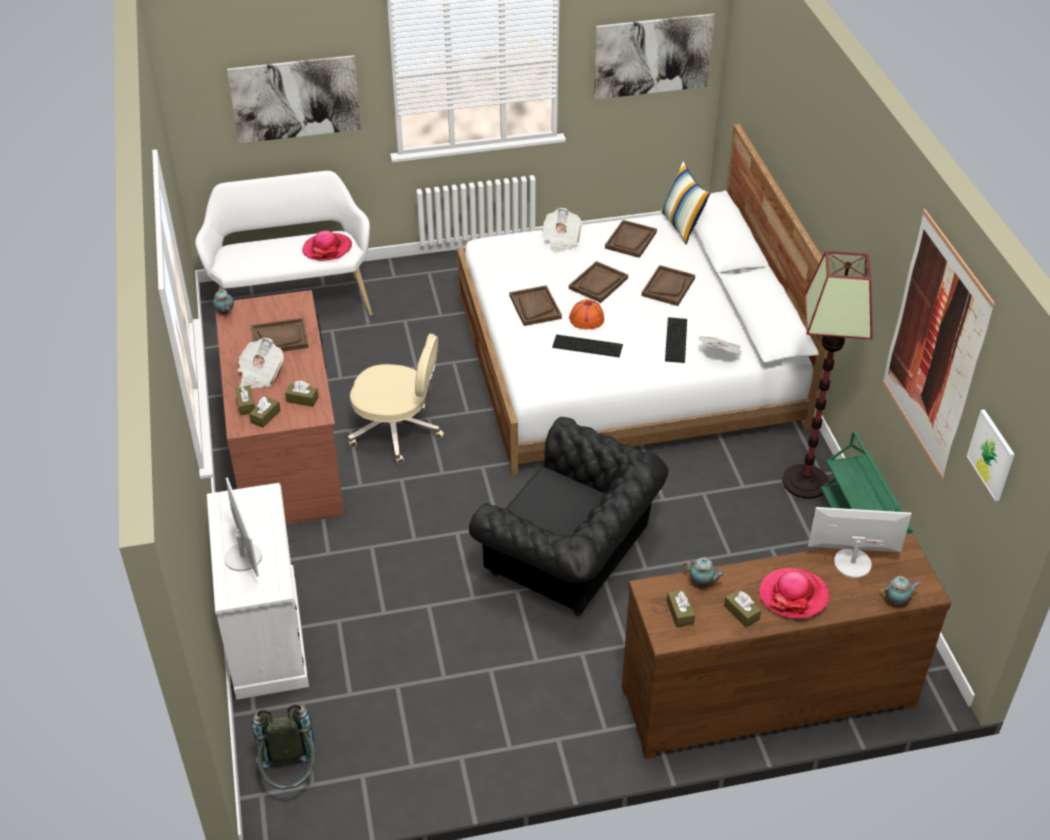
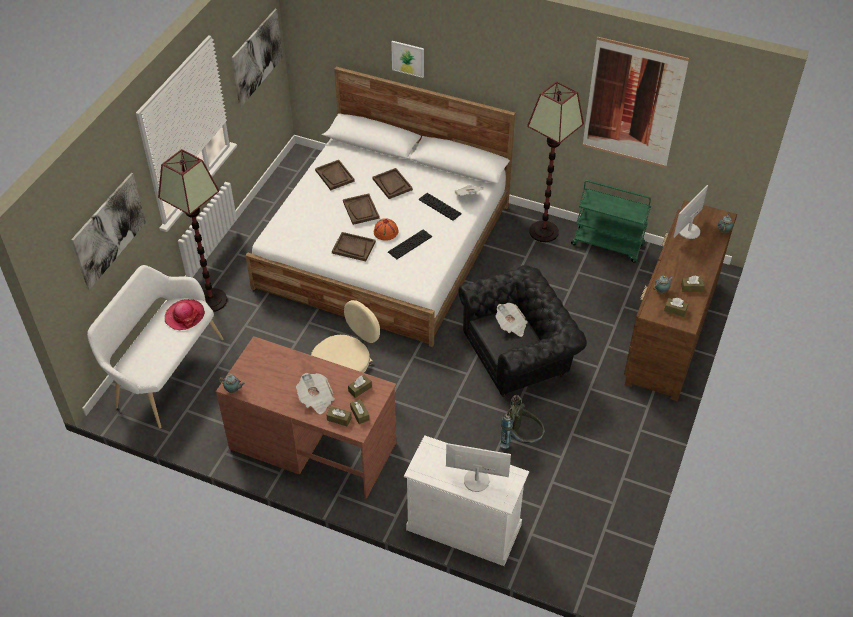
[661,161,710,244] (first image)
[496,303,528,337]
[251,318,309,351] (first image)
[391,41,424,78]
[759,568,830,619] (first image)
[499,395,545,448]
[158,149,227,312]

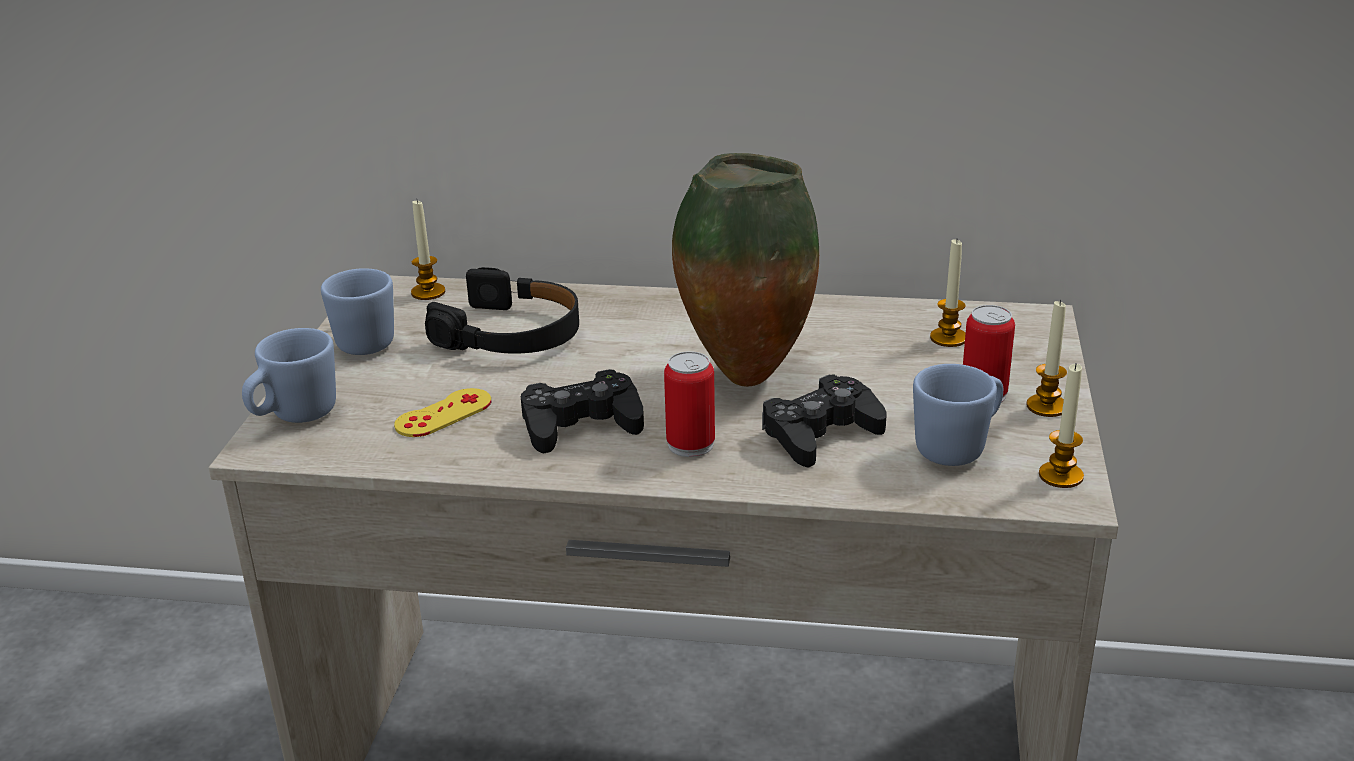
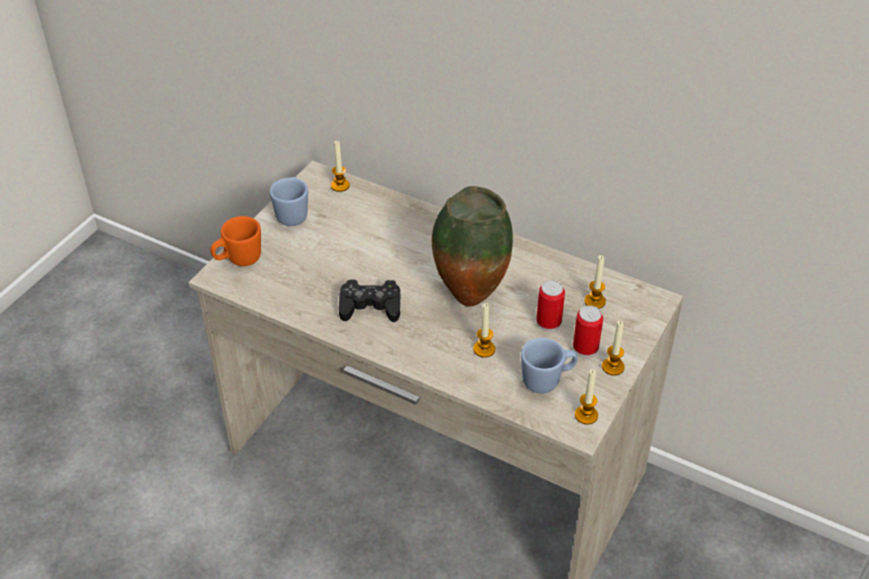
[425,267,579,354] (first image)
[210,216,261,266]
[536,280,565,331]
[473,303,495,358]
[394,388,492,437] (first image)

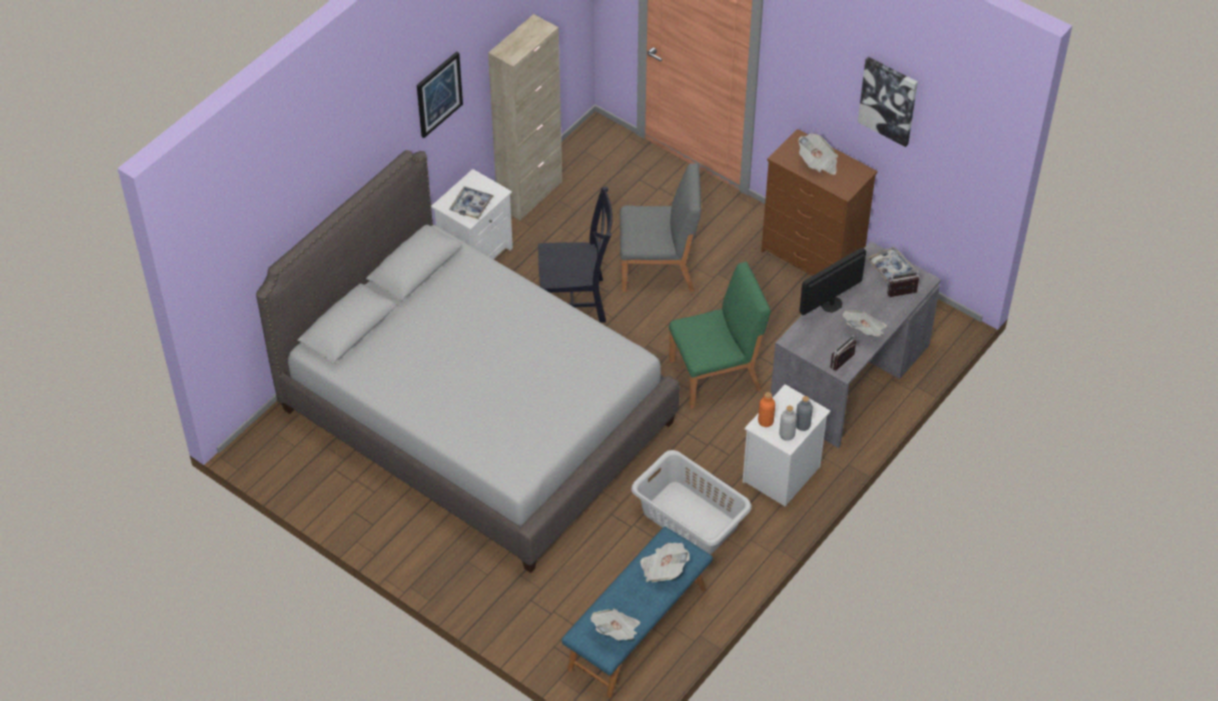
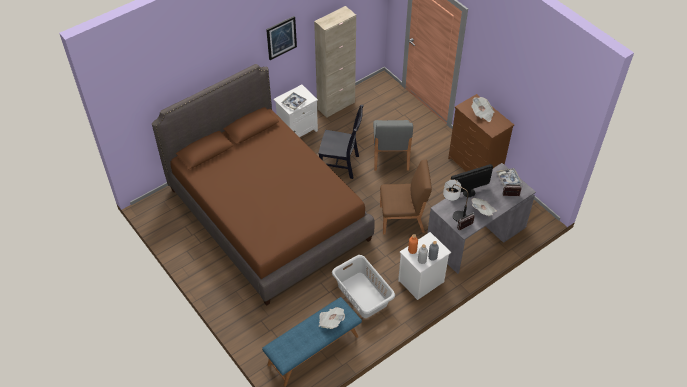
[858,57,918,147] (first image)
[152,64,375,306]
[373,120,413,171]
[380,160,432,235]
[591,609,640,640] (first image)
[443,179,468,222]

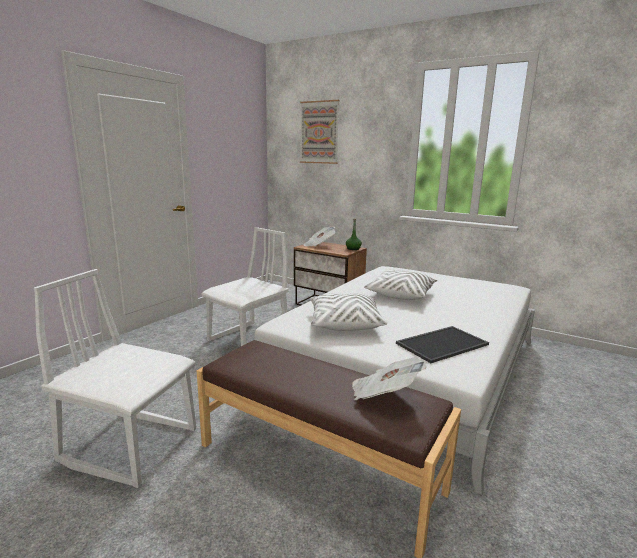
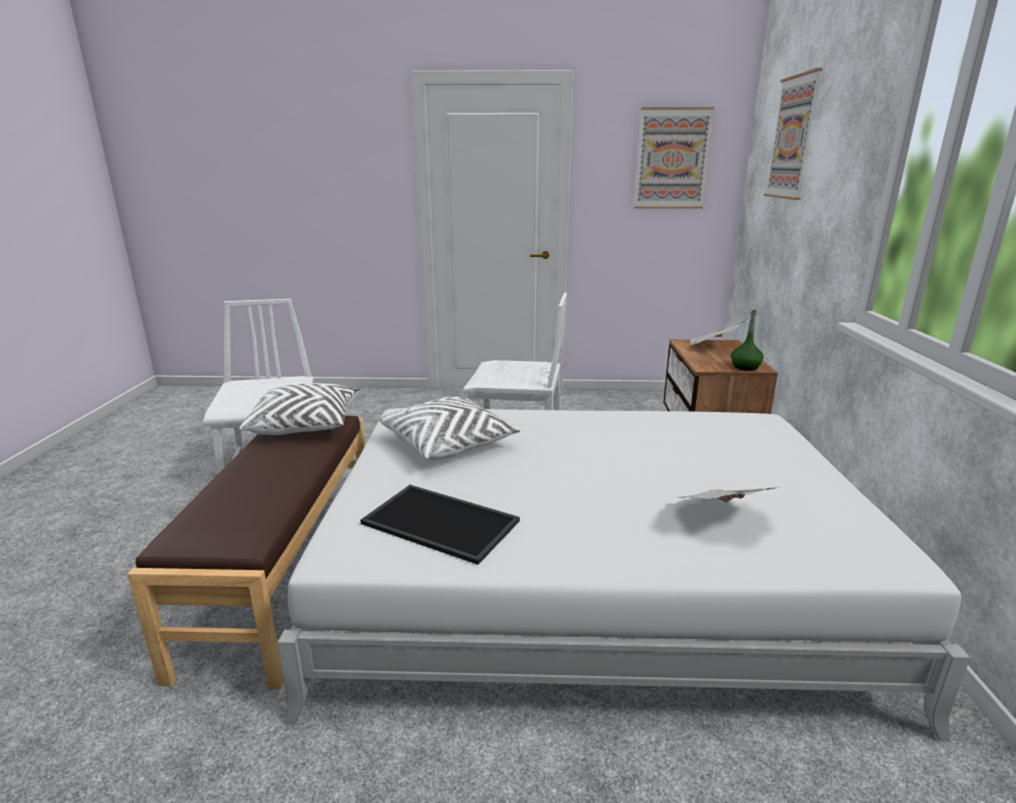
[239,383,360,435]
[674,488,775,502]
[634,107,714,209]

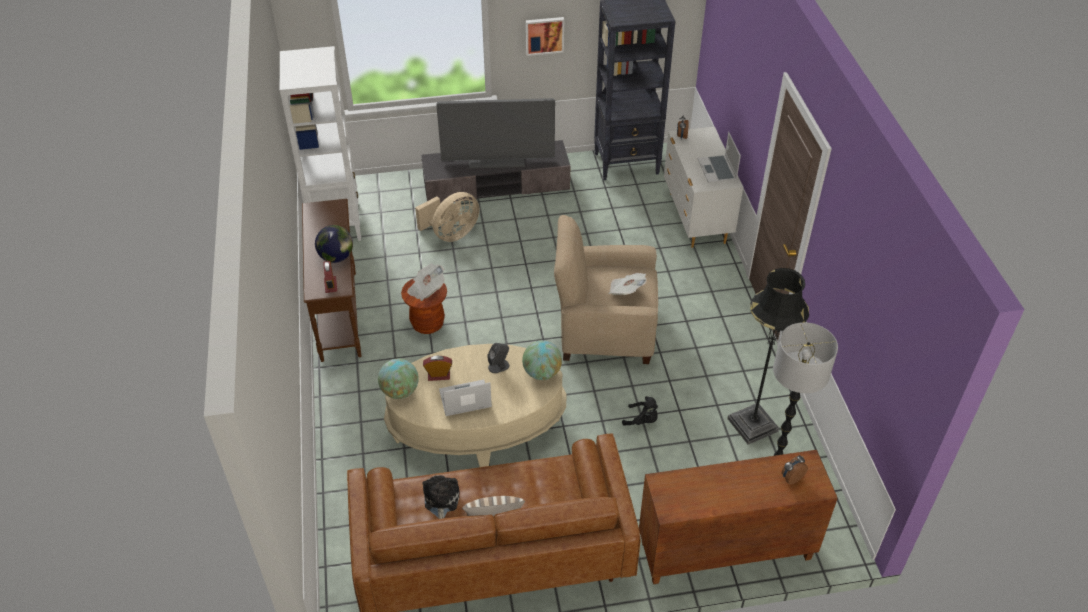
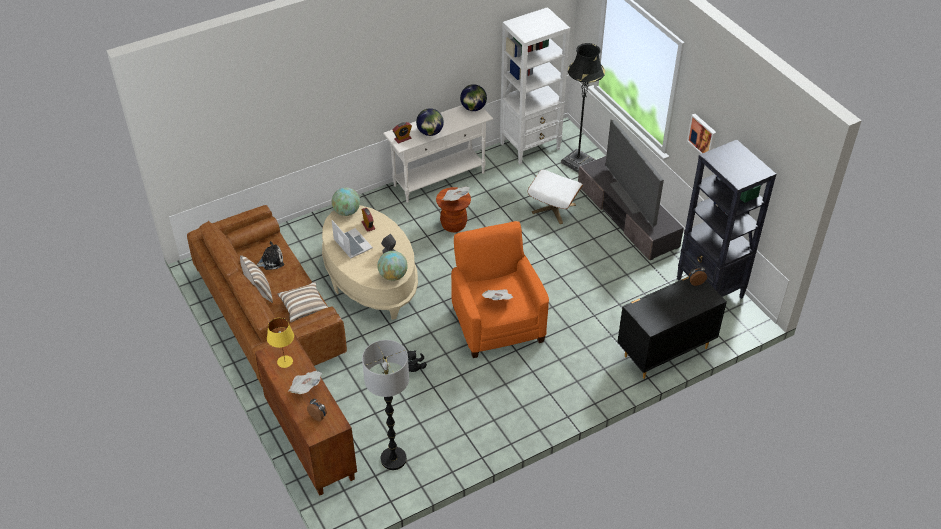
[617,276,727,379]
[698,132,741,183] (first image)
[527,169,583,224]
[383,105,493,203]
[451,221,549,358]
[561,43,605,173]
[460,84,487,111]
[277,282,328,322]
[267,318,294,368]
[288,371,322,394]

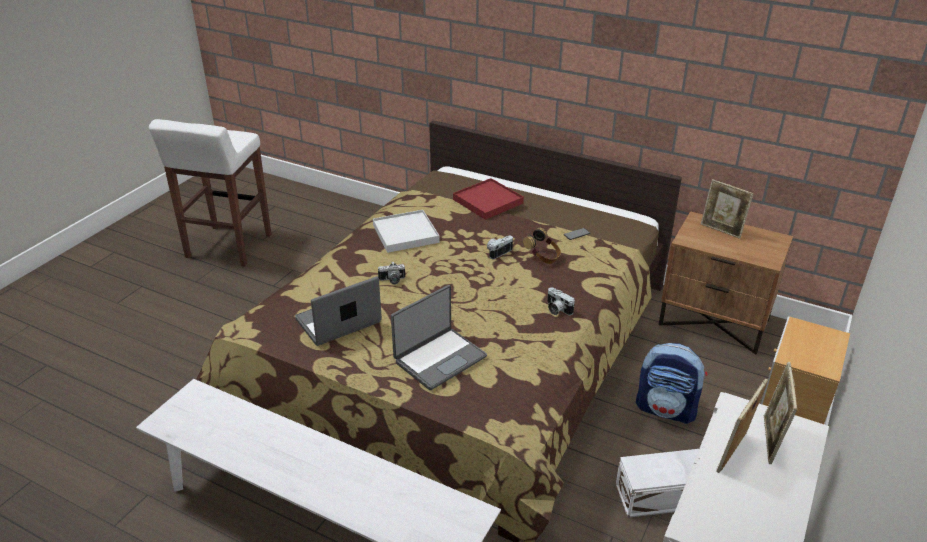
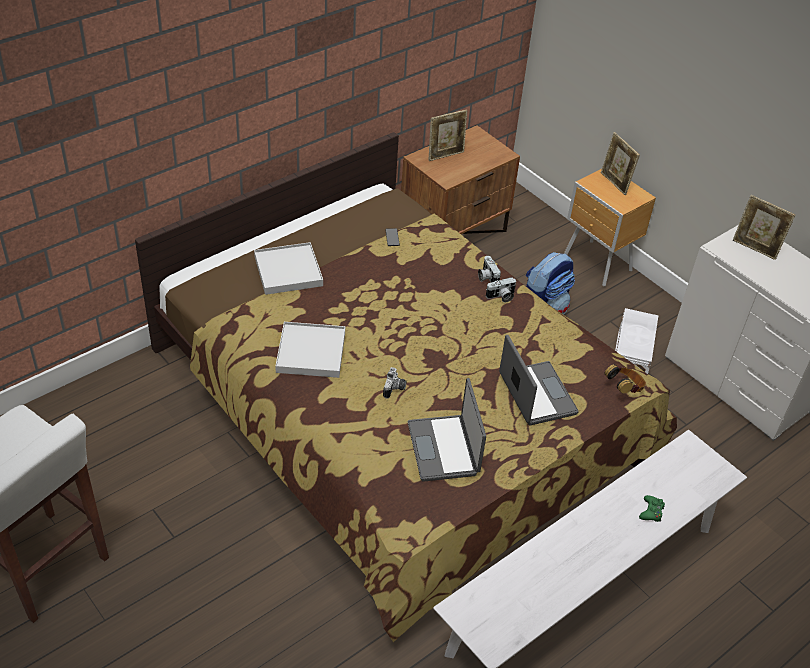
[254,242,323,295]
[604,364,646,394]
[478,256,501,282]
[601,132,640,195]
[639,495,665,522]

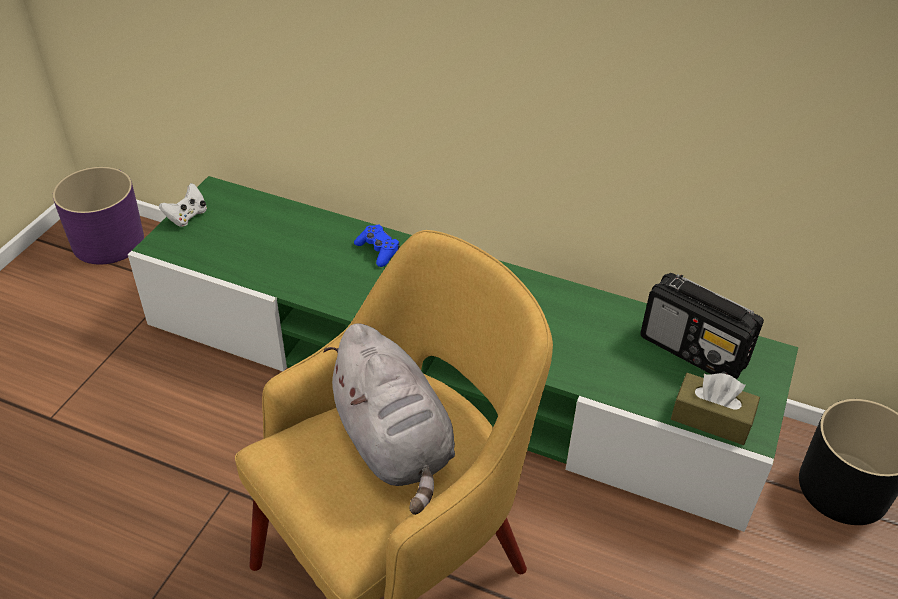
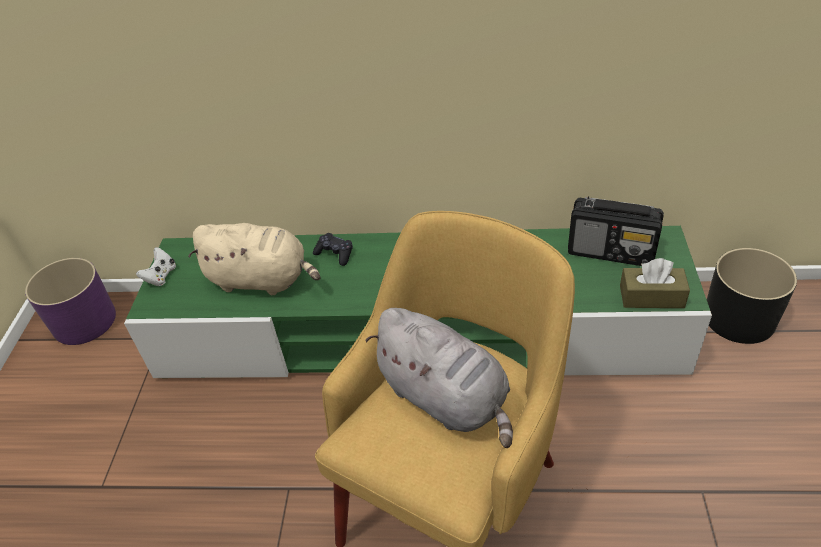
[313,233,353,266]
[188,223,320,295]

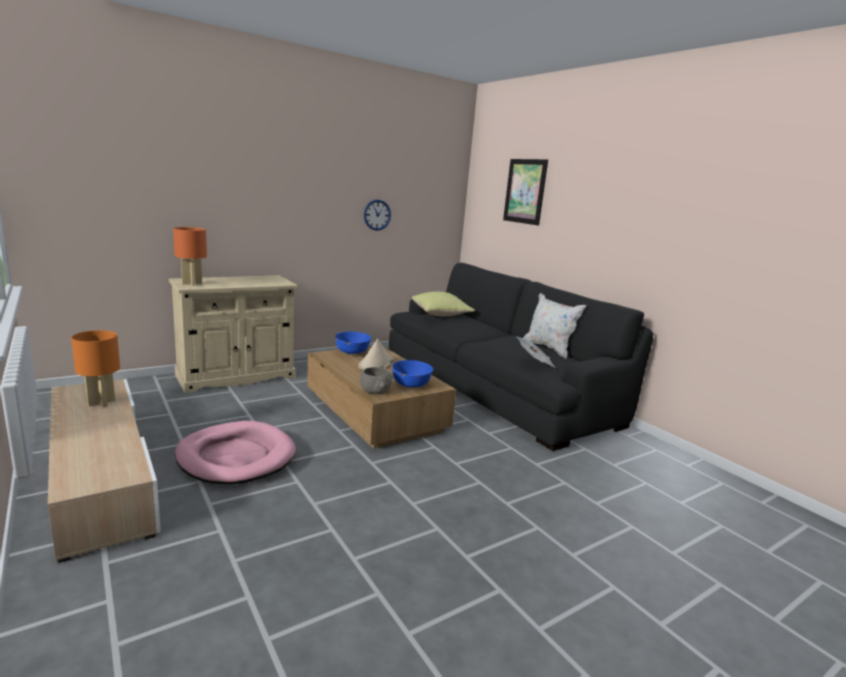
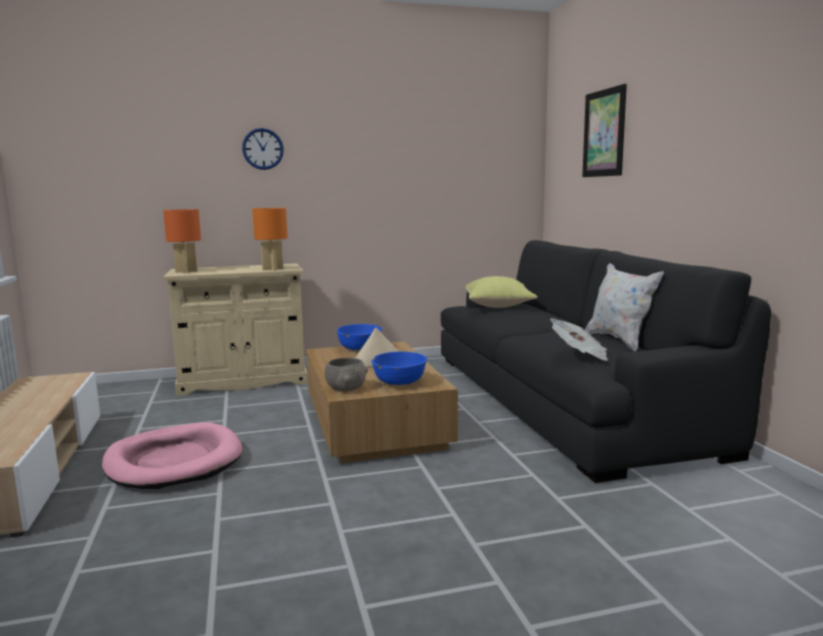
[242,128,284,170]
[252,208,288,271]

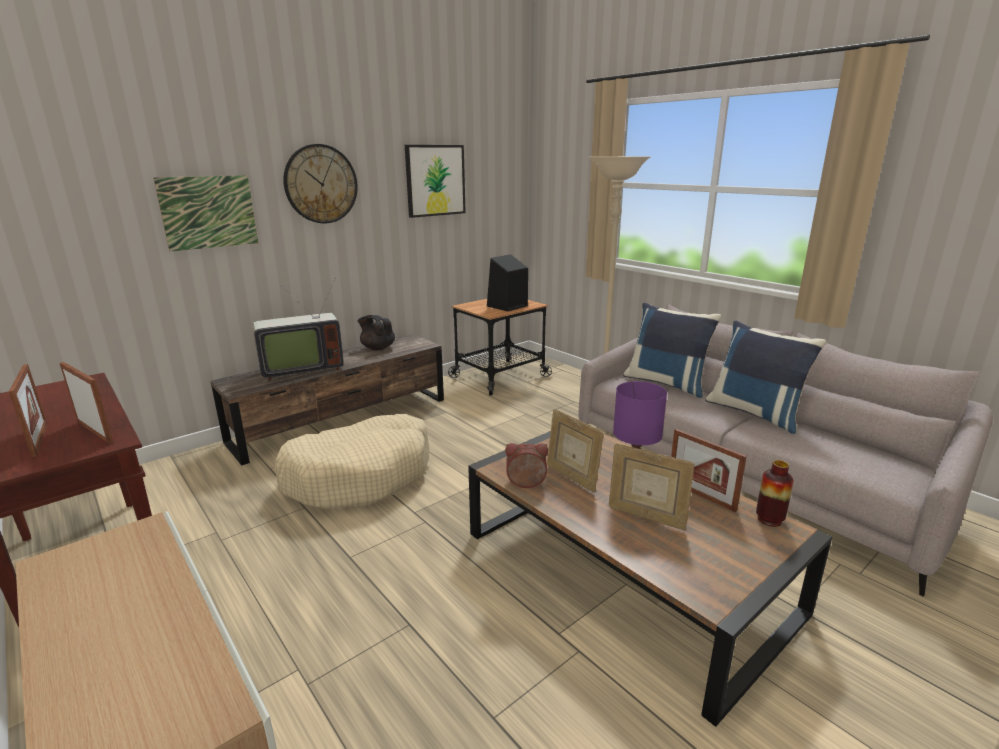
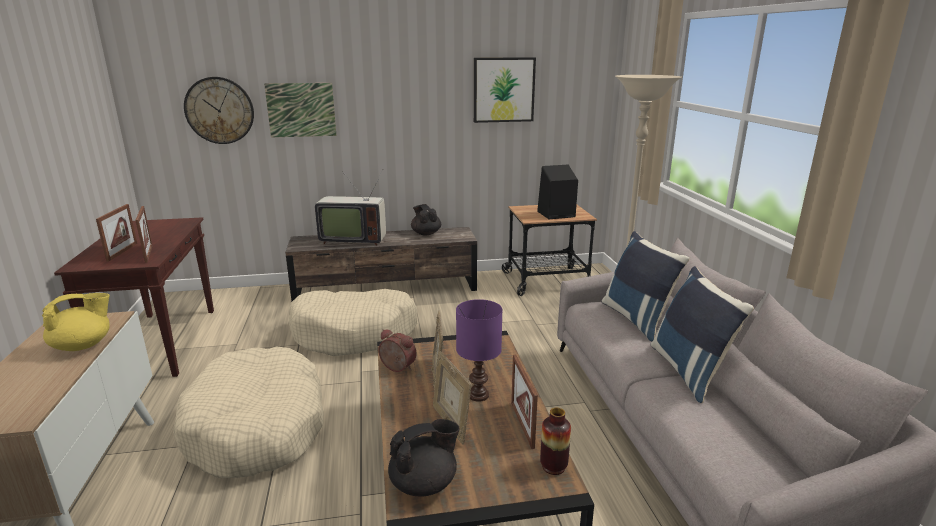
[184,77,254,144]
[42,293,110,351]
[173,346,324,478]
[388,419,459,496]

